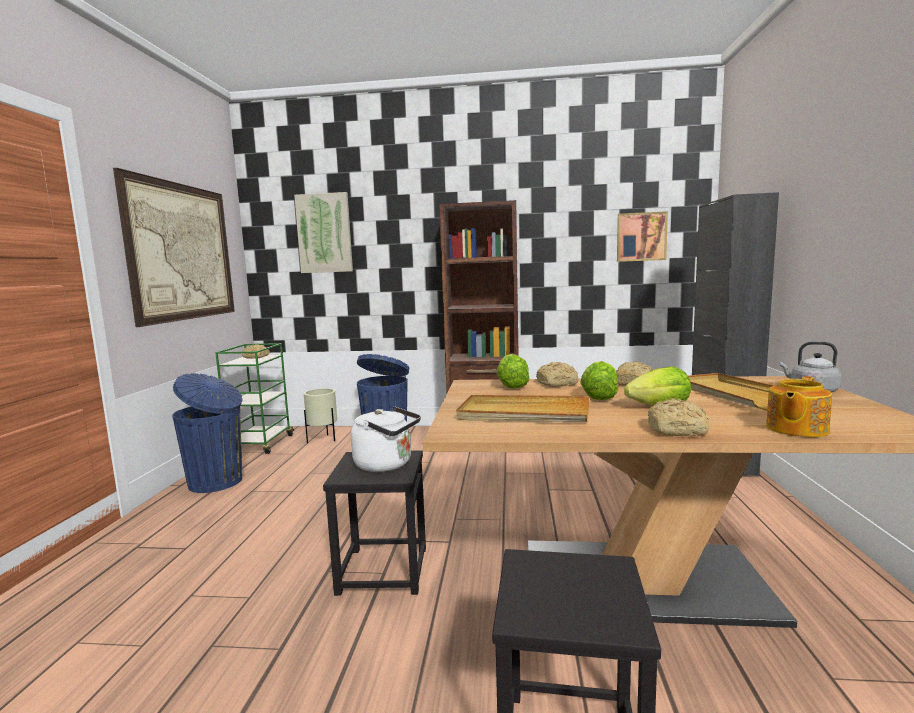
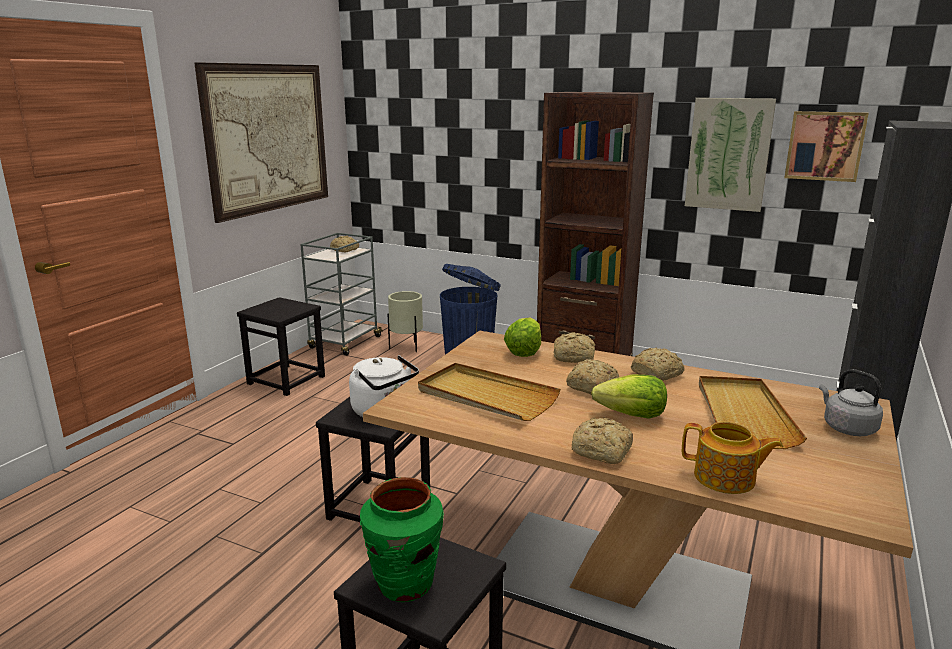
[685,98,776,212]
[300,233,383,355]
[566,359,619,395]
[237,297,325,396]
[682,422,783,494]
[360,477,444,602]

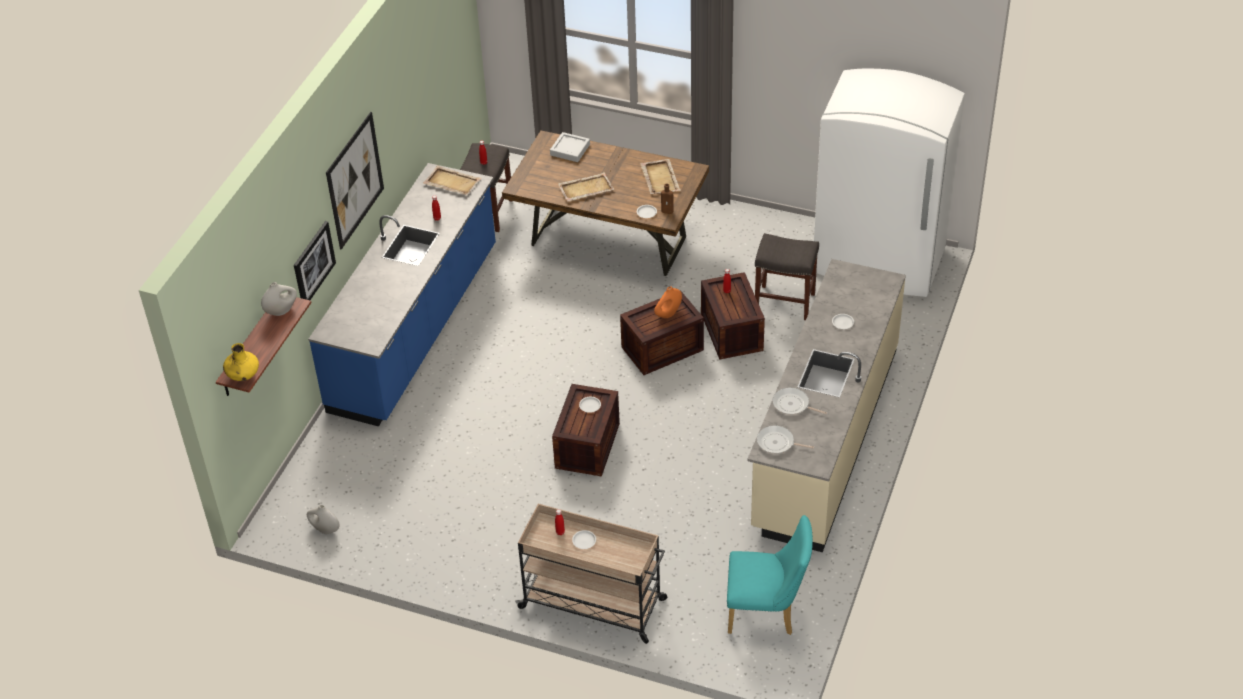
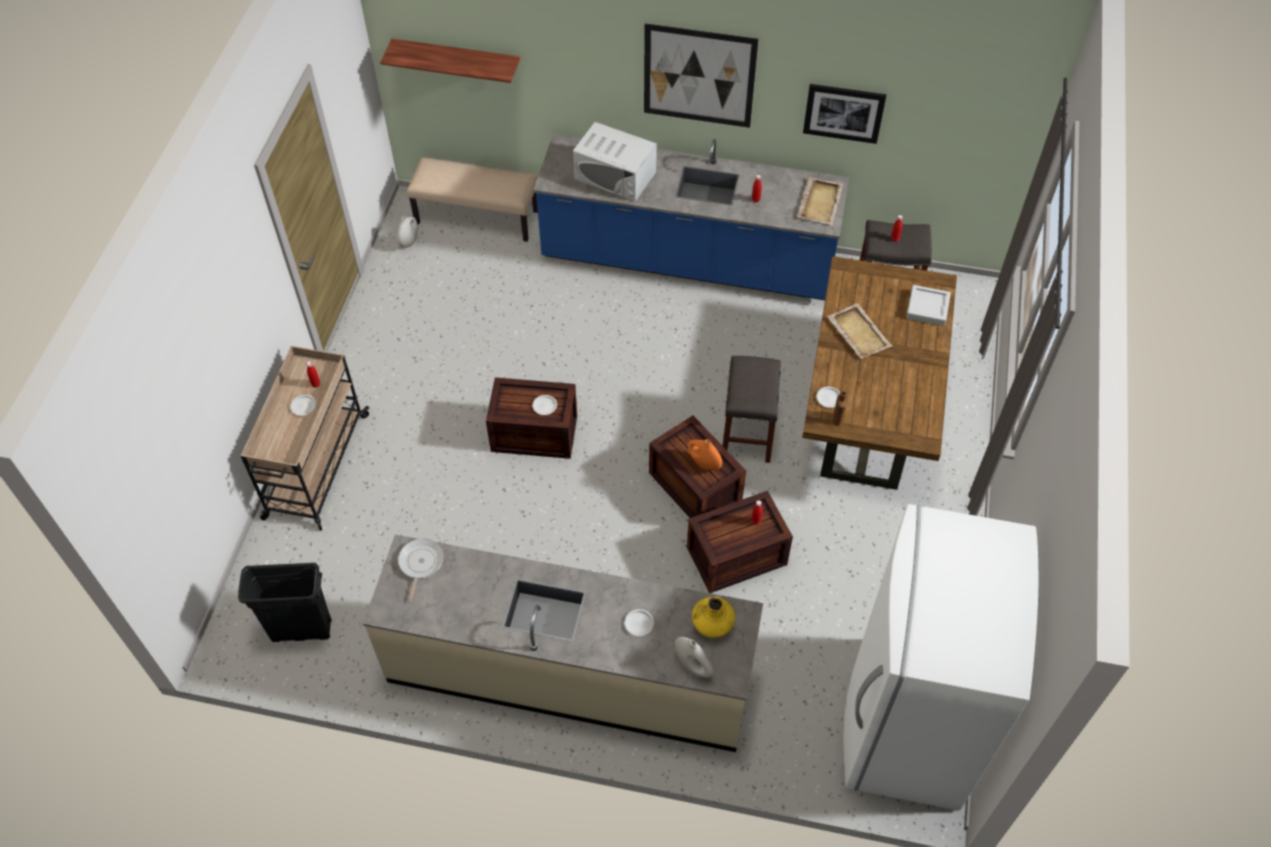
[640,159,681,194] (first image)
[803,84,886,144]
[723,356,781,463]
[675,637,714,678]
[692,596,735,638]
[772,387,827,415] (first image)
[238,563,332,642]
[573,122,657,201]
[407,157,538,242]

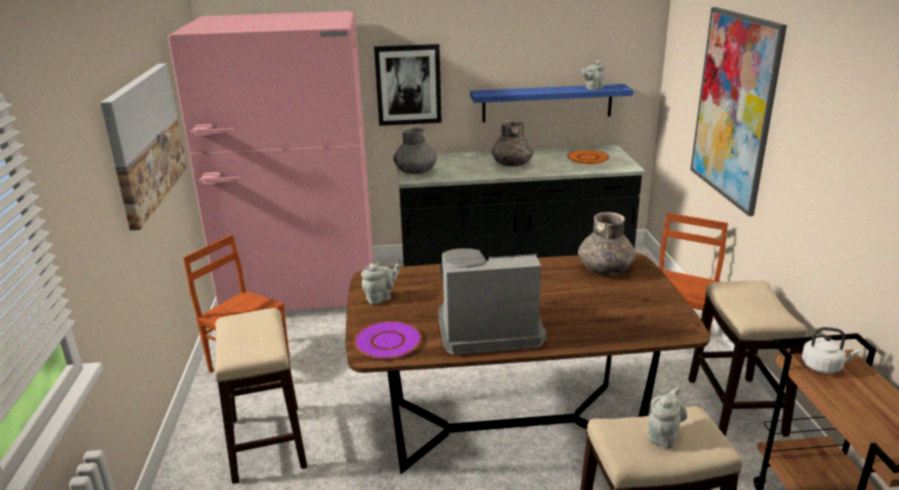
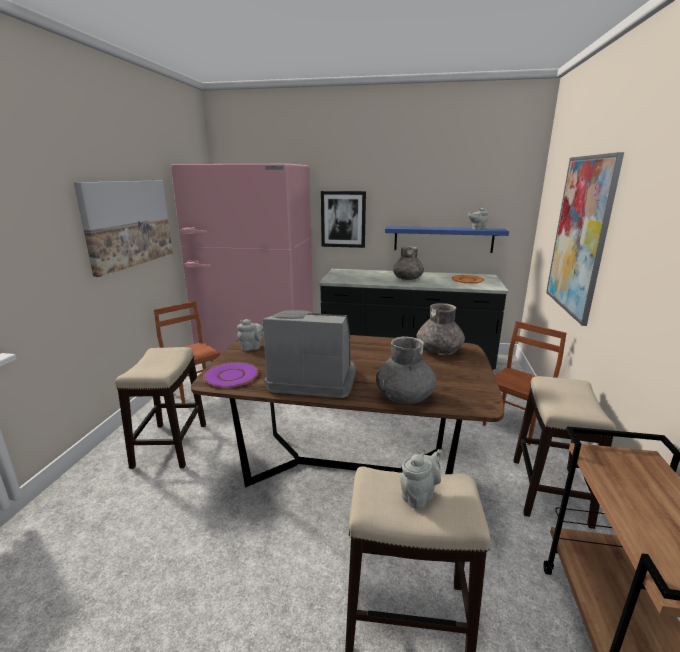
[376,336,437,404]
[802,327,860,374] (first image)

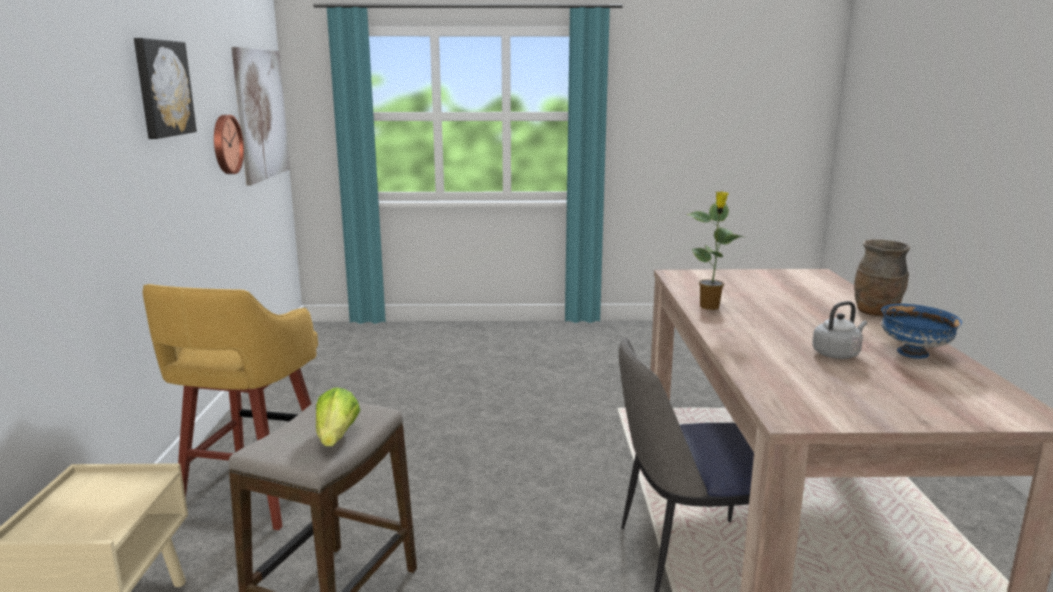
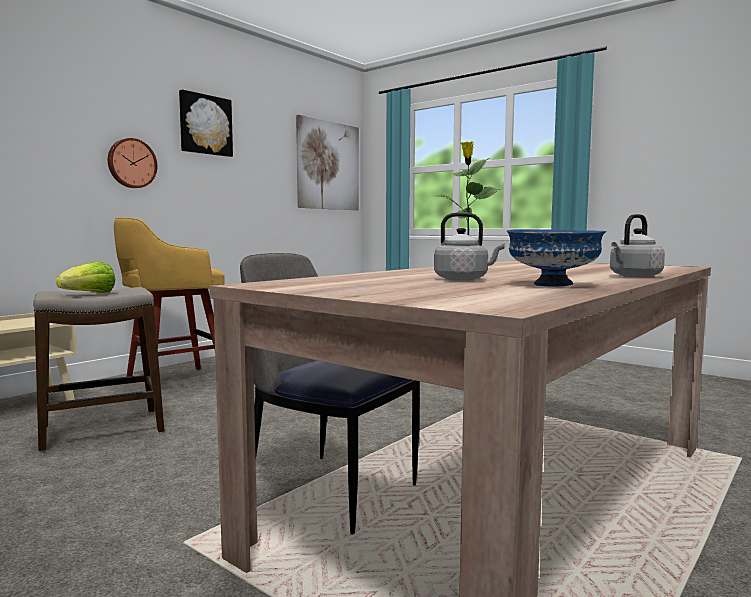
[108,138,157,188]
[610,214,665,277]

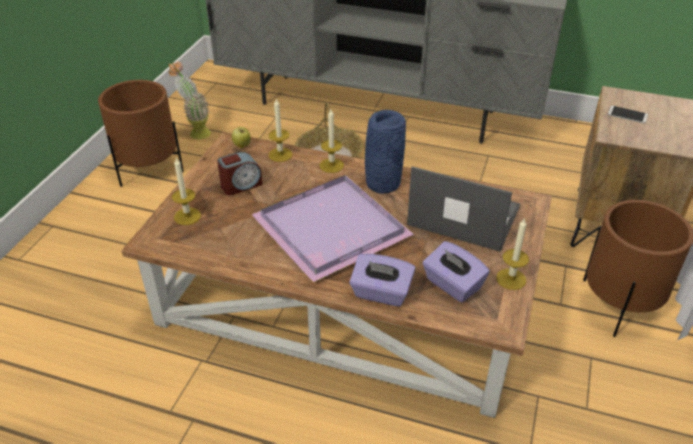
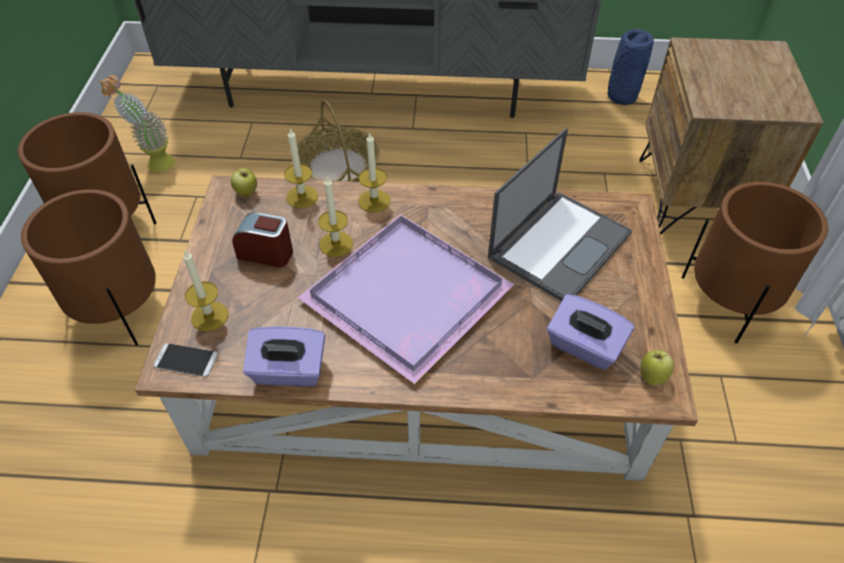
[154,343,218,377]
[608,29,654,105]
[232,212,293,268]
[488,128,632,302]
[318,177,353,257]
[243,326,325,387]
[21,189,156,346]
[641,350,674,386]

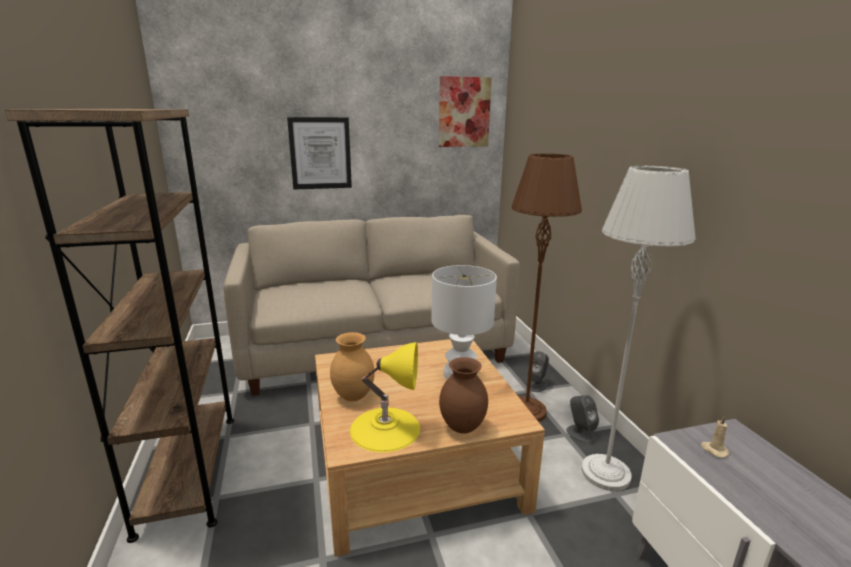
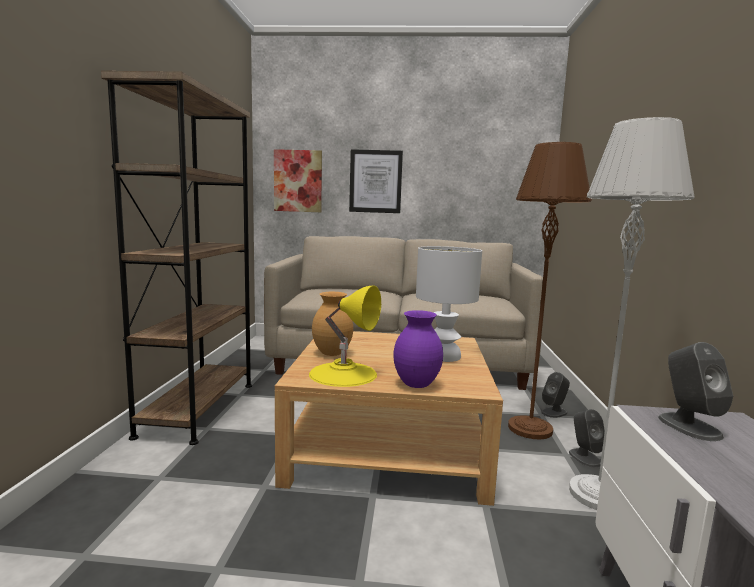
[274,149,322,212]
[394,310,443,388]
[658,342,733,441]

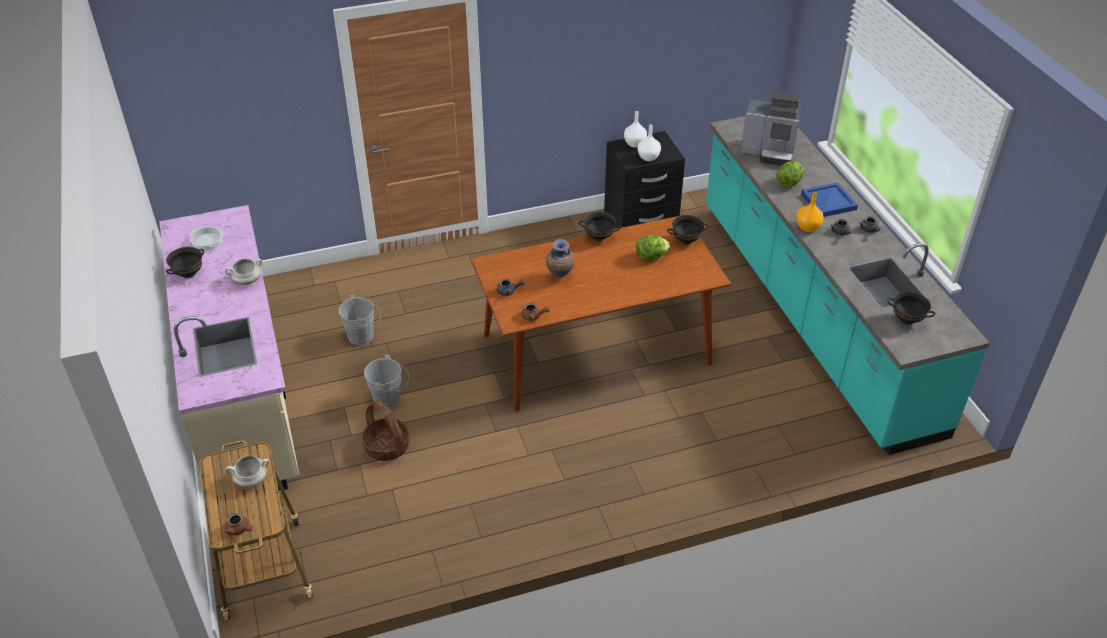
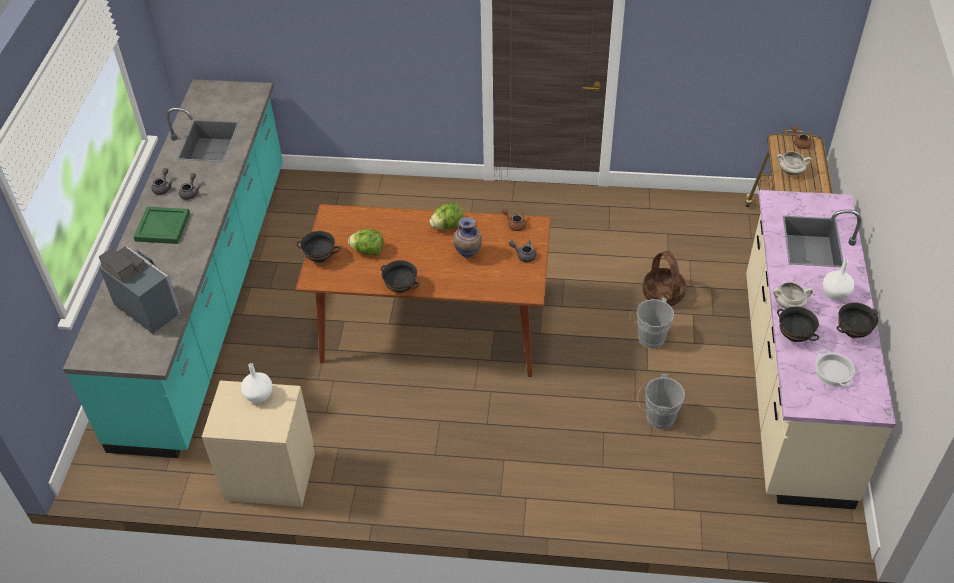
[823,259,854,300]
[202,380,315,507]
[430,203,464,230]
[134,207,190,244]
[796,192,824,232] (first image)
[777,306,819,342]

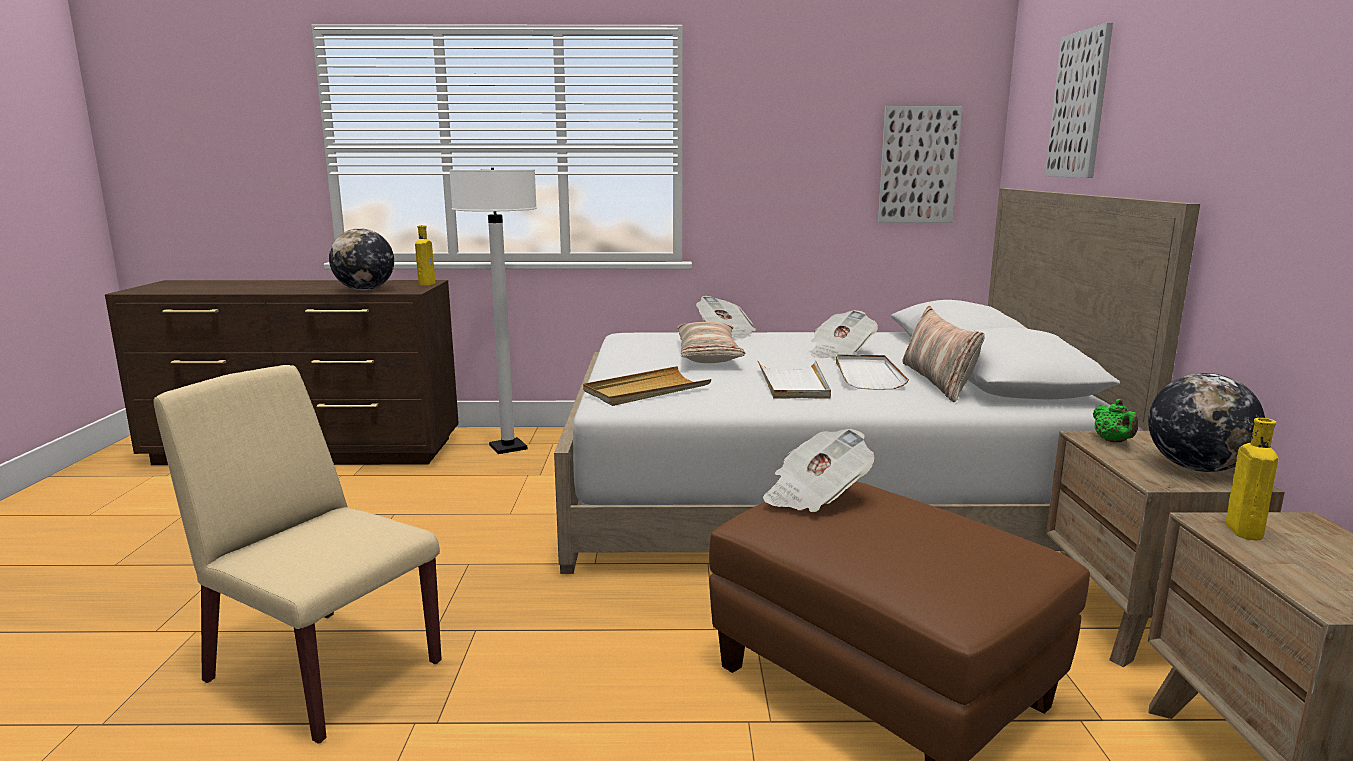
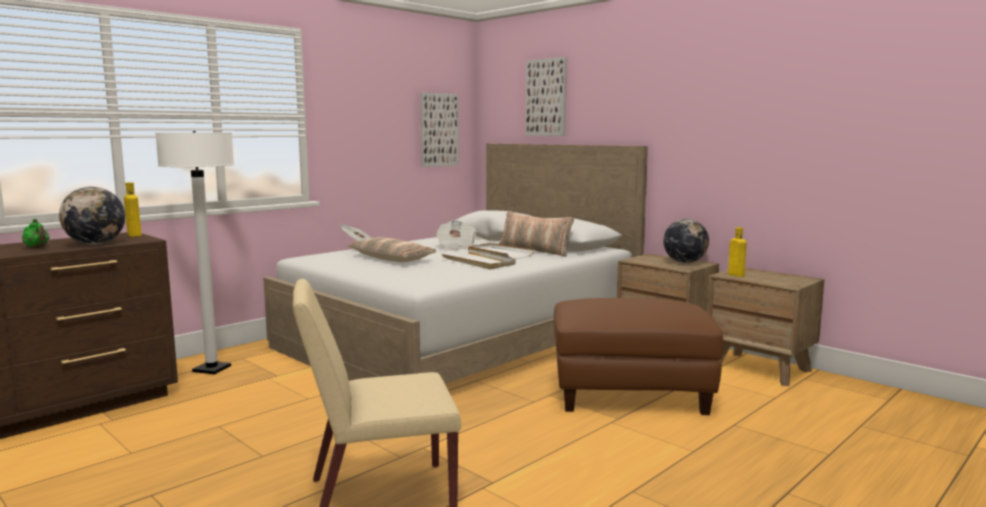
[583,366,711,406] (first image)
[22,219,49,248]
[763,429,874,512] (first image)

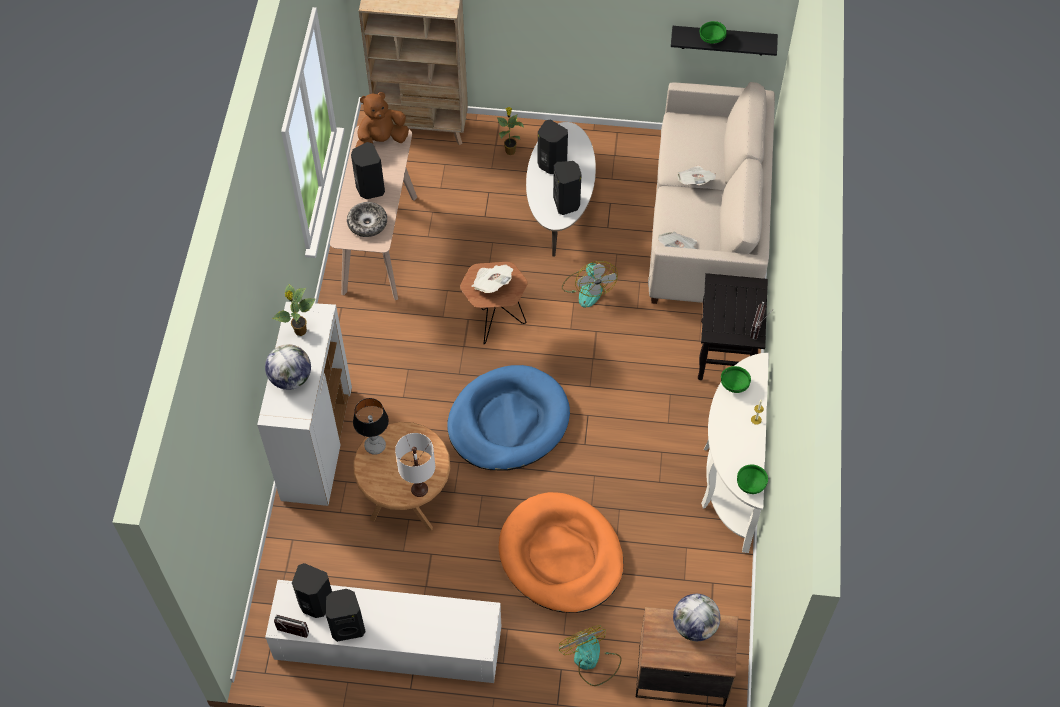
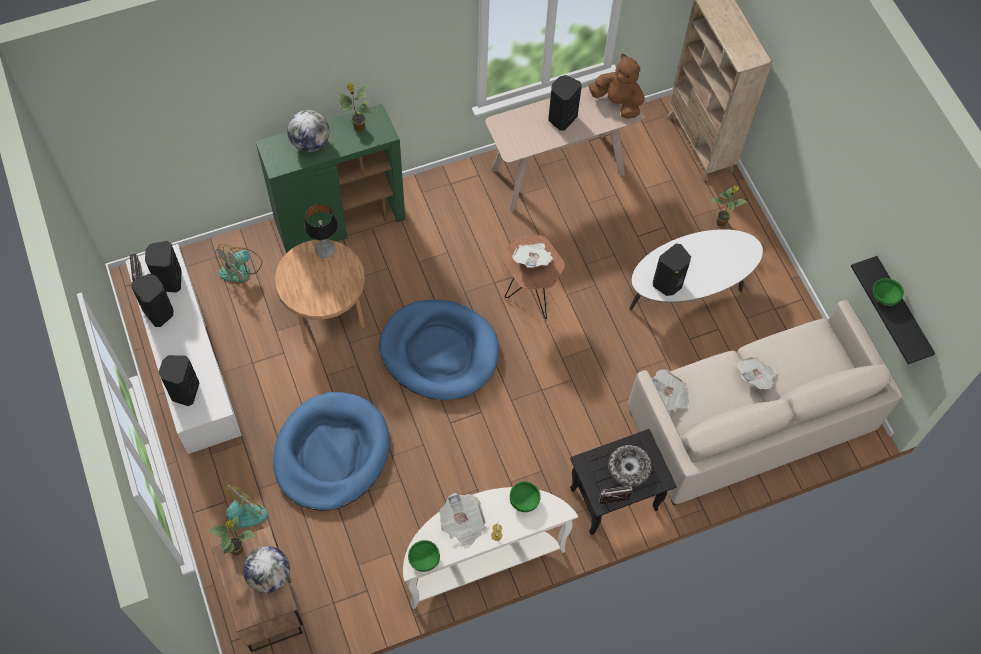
[159,355,199,406]
[608,445,652,487]
[215,244,263,283]
[256,104,405,253]
[395,433,435,497] (first image)
[273,392,389,511]
[439,493,487,548]
[207,515,257,555]

